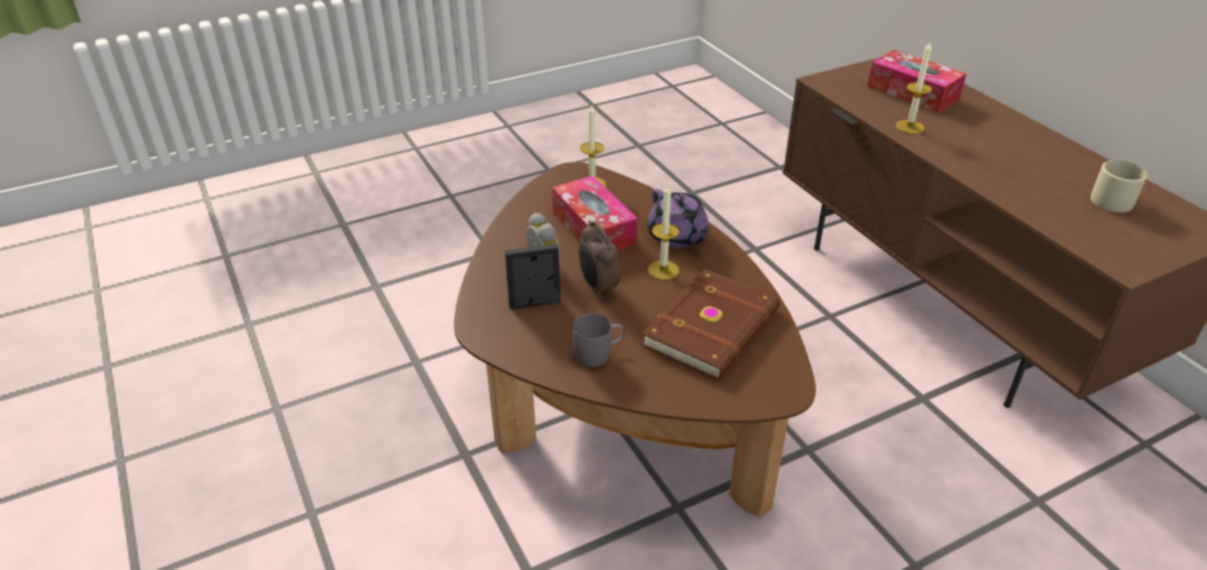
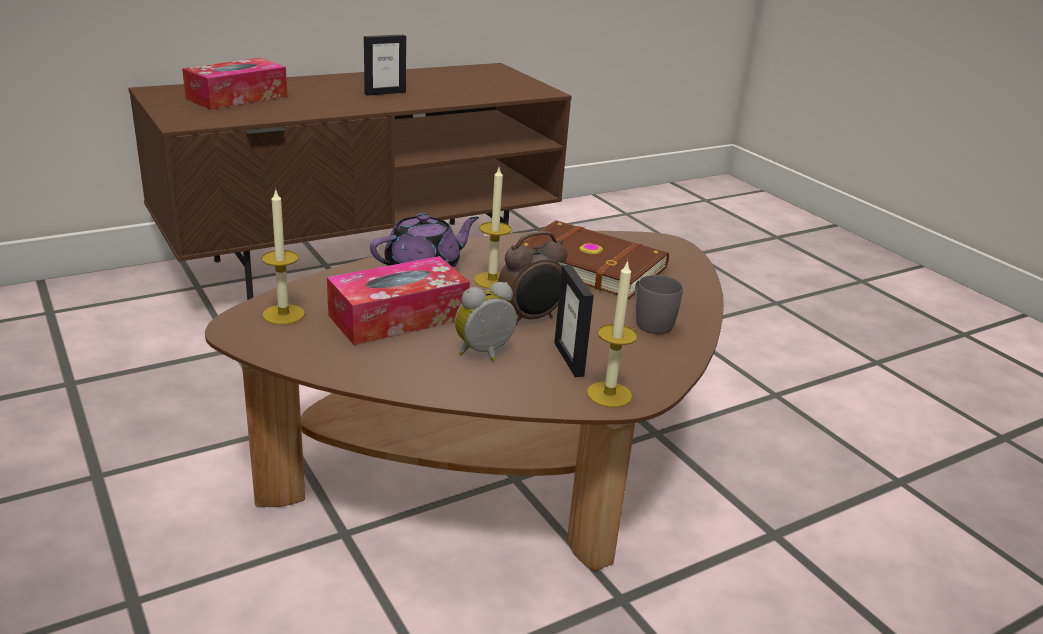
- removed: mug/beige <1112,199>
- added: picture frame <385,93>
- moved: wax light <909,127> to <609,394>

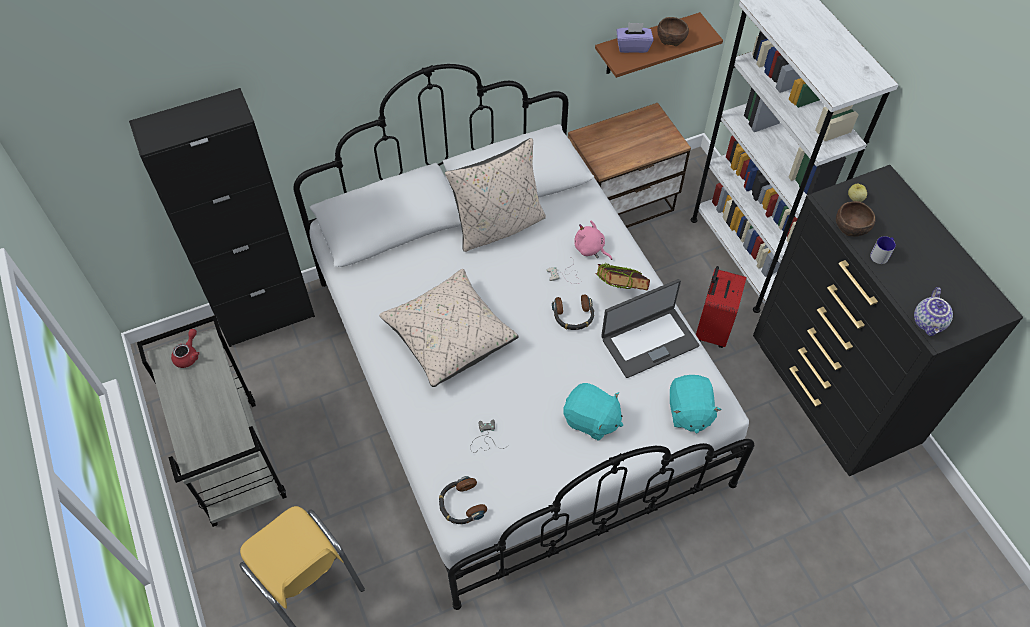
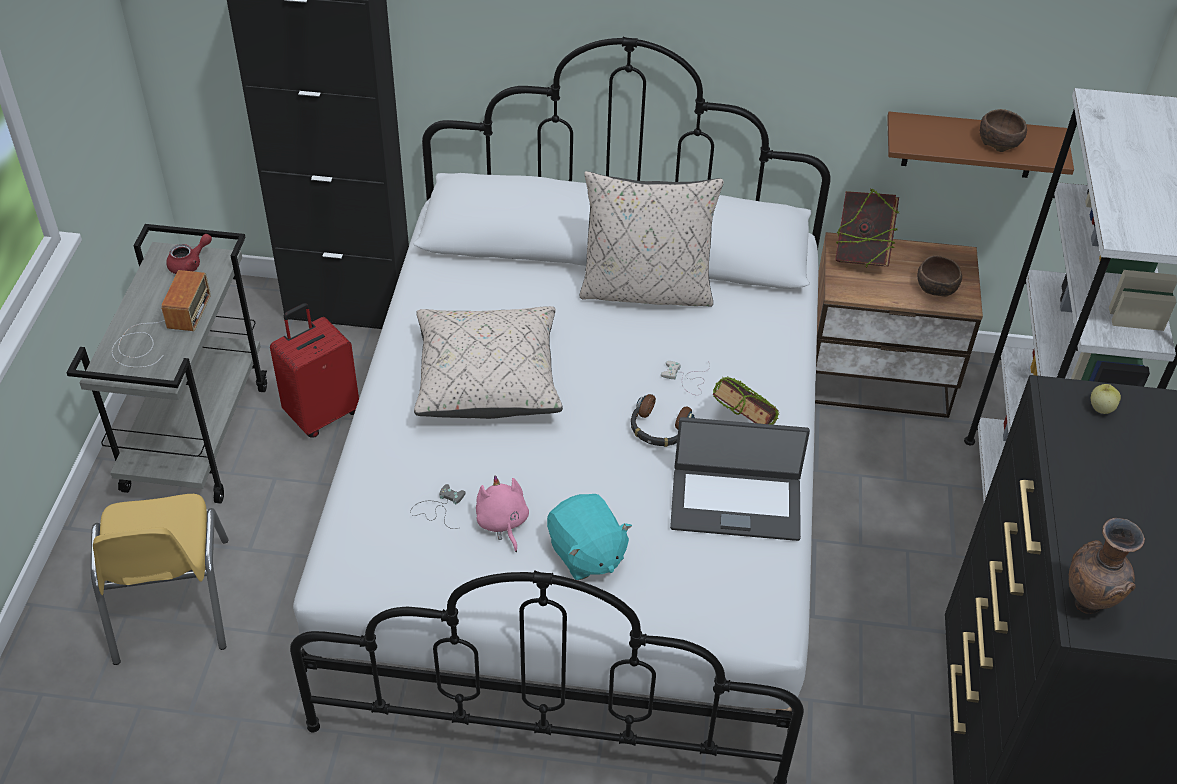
- removed: headphones <461,504>
- removed: tissue box/purple <633,46>
- removed: soft toy/blue-green <689,412>
- removed: mug <881,254>
- added: radio receiver <160,331>
- added: bound book <861,255>
- moved: soft toy/pink-coloured <590,249> to <502,523>
- moved: travel case/red <711,329> to <322,414>
- moved: deep dish/brown <852,227> to <937,287>
- replaced: pot for tea <929,323> to vase/brown <1089,604>

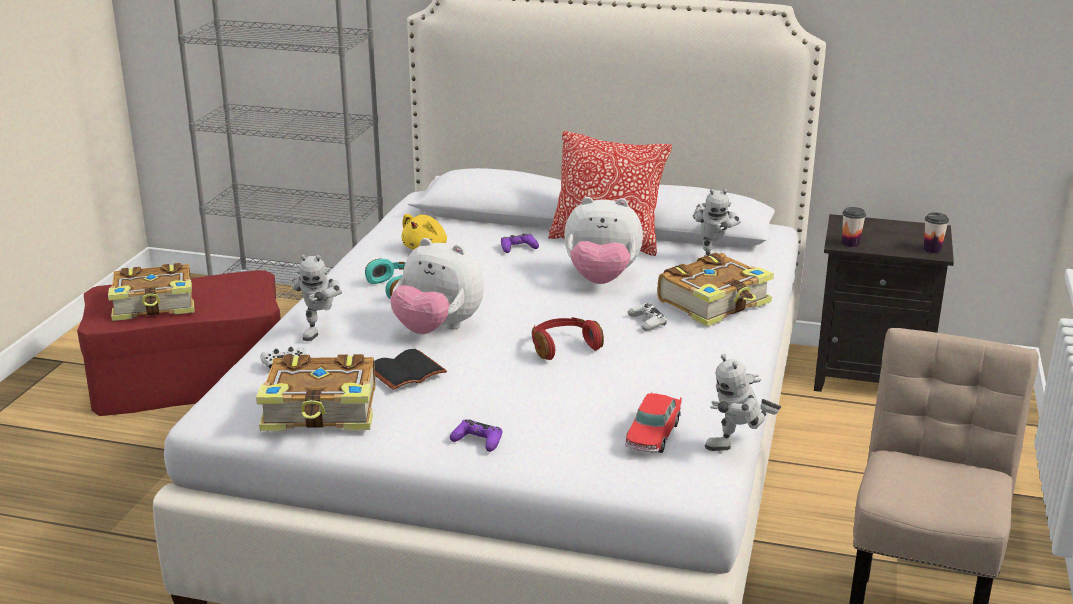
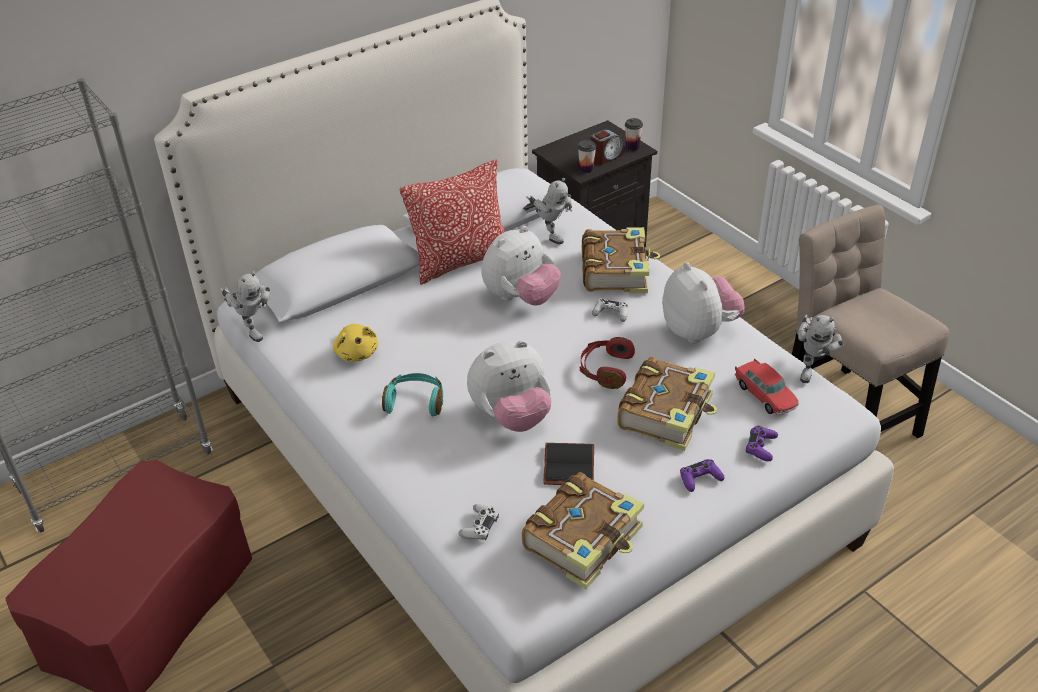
- added: table clock <605,157>
- added: soft toy <699,331>
- moved: bound book <155,305> to <667,413>
- moved: model robot <321,331> to <252,329>
- moved: joypad/purple <518,248> to <761,447>

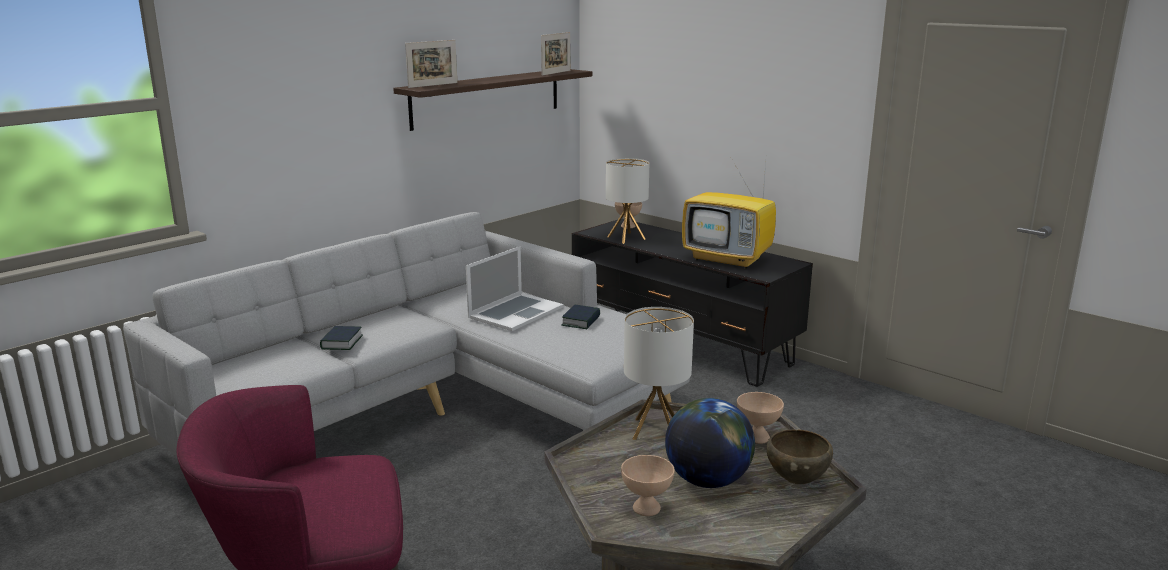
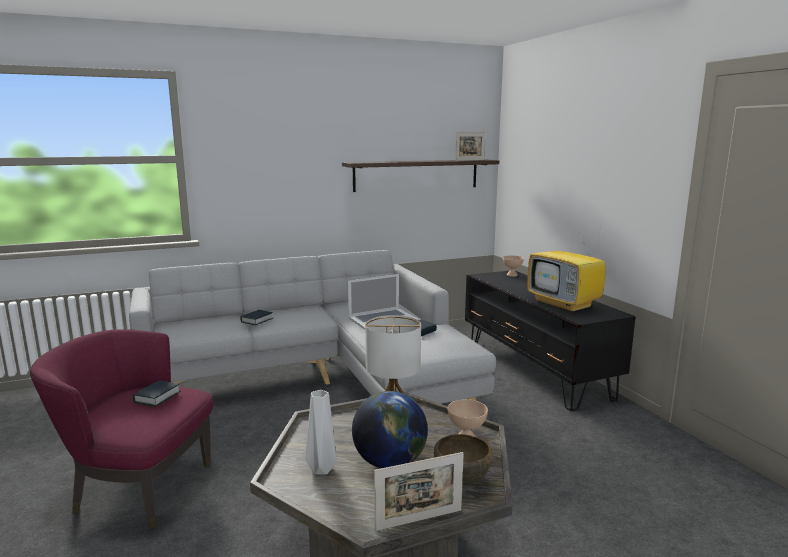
- removed: lamp for a table <626,238>
- added: bound book <157,397>
- moved: picture frame <433,85> to <419,520>
- replaced: deep dish/beige <647,507> to vase/greyish <321,470>

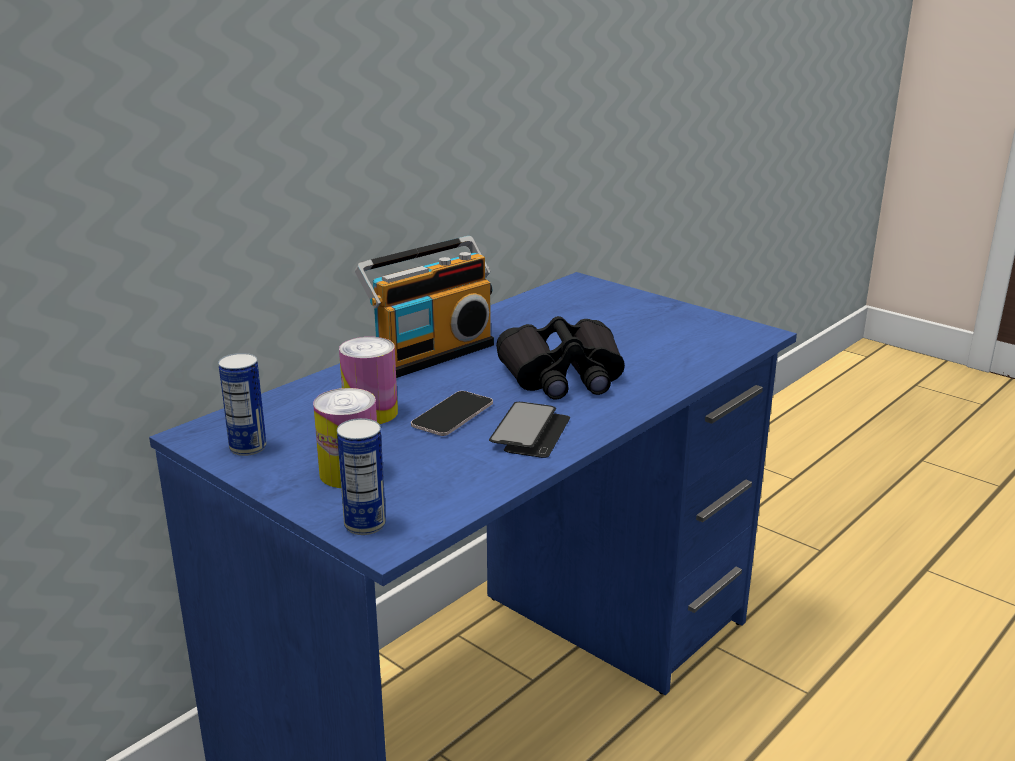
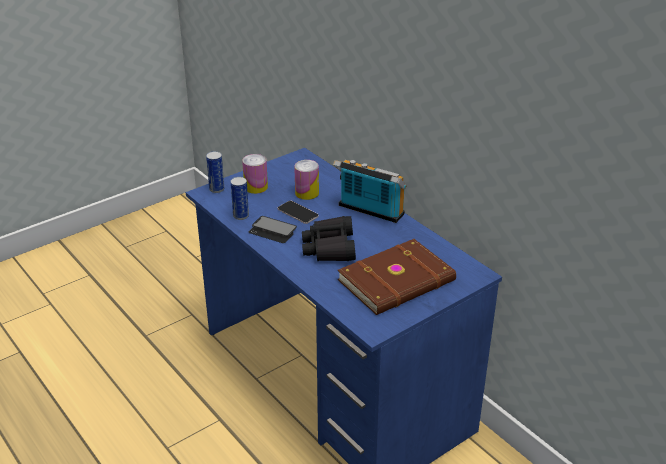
- added: bound book/brown <398,281>
- moved: can <248,447> to <241,216>
- turned: radio receiver <431,354> = <369,211> 150 degrees clockwise

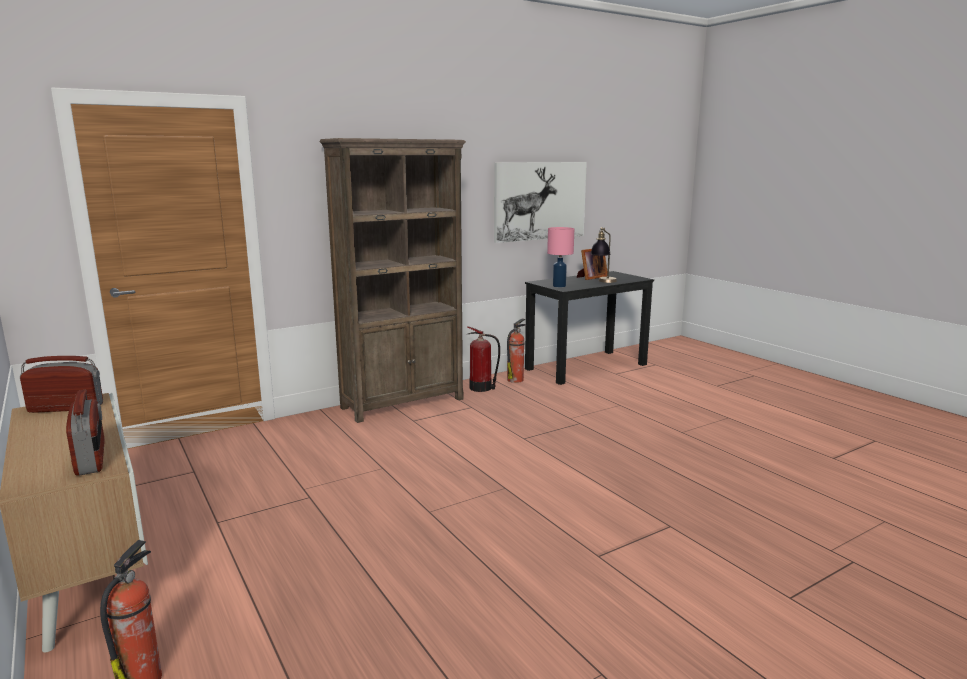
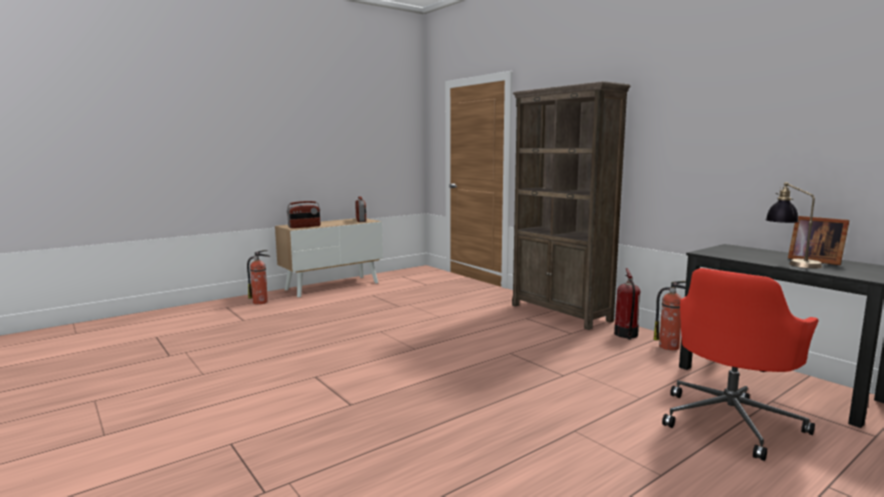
- removed: wall picture <540,201>
- removed: lamp for a table/pink-coloured <558,286>
- added: office chair/red <730,421>

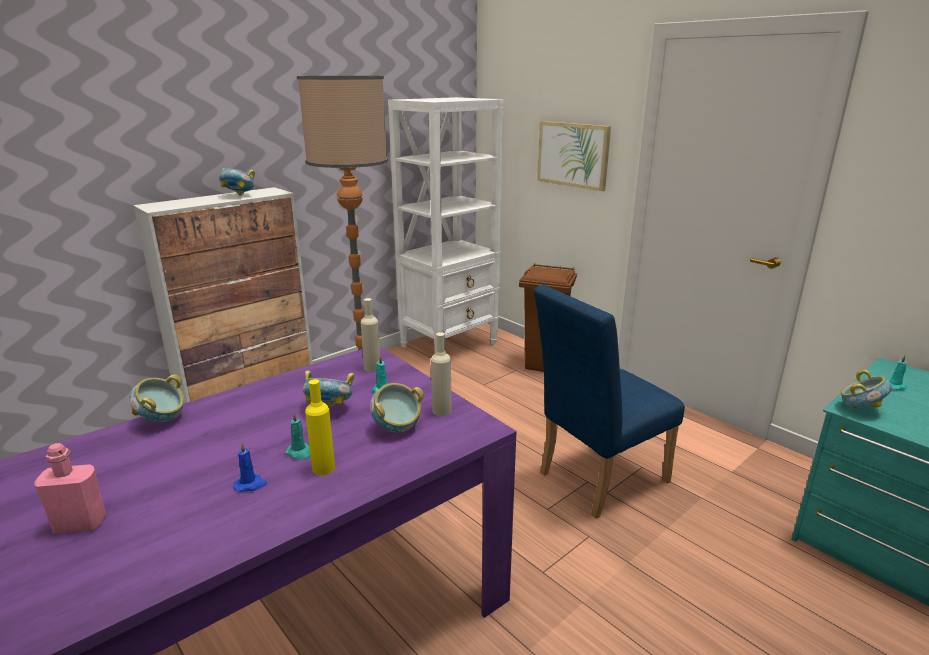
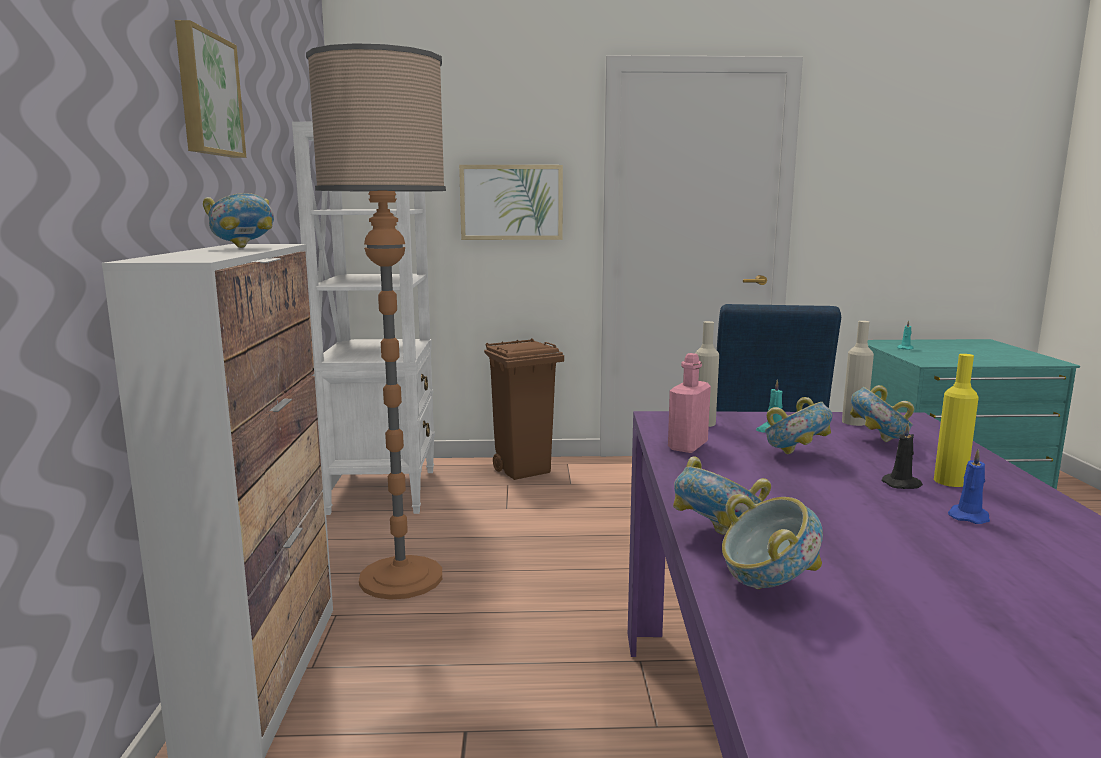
- added: wall picture <206,95>
- moved: drink bottle/pink-coloured <80,524> to <687,446>
- moved: deep dish <859,409> to <766,586>
- recoloured: wax light/blue-green <300,453> to wax light/blackish <902,484>

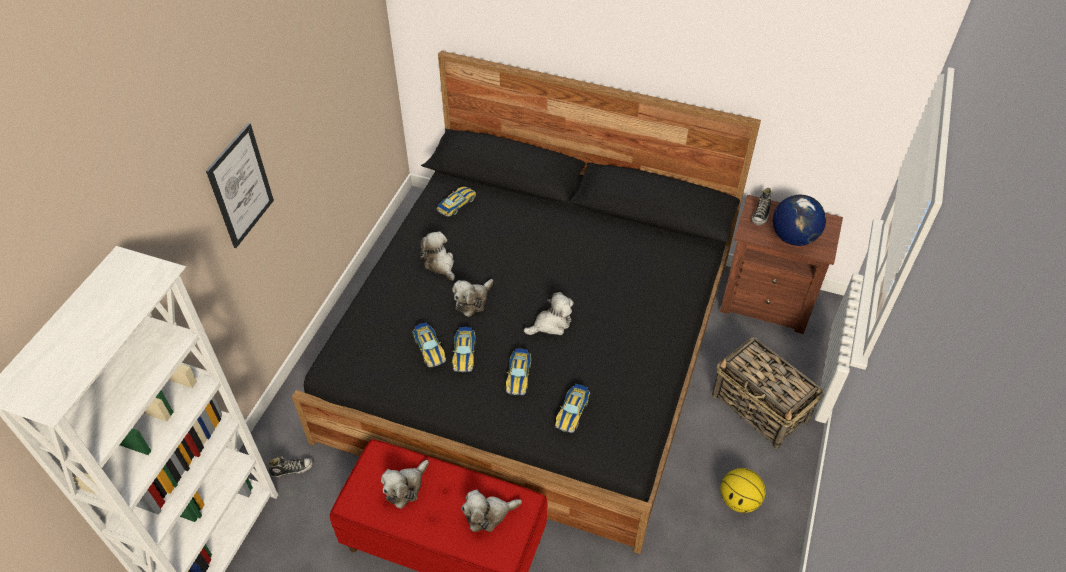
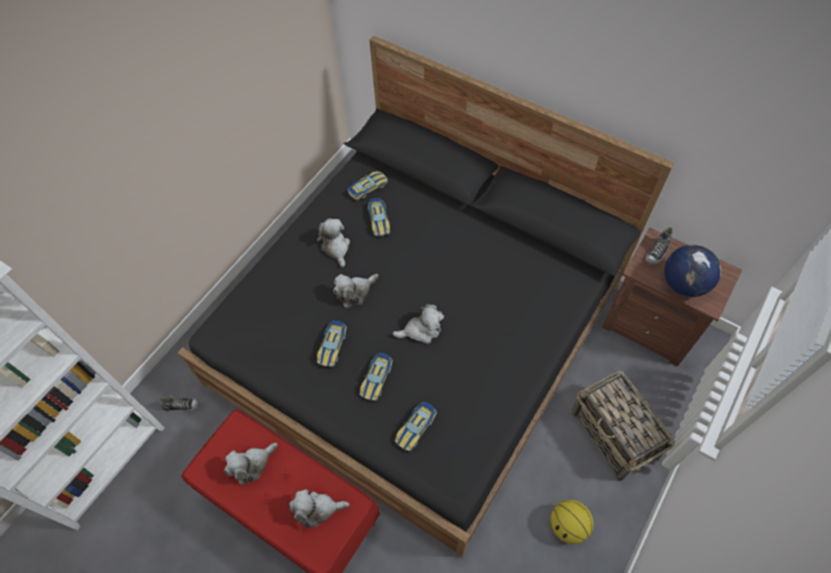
- removed: wall picture <241,186>
- moved: toy car <429,348> to <379,220>

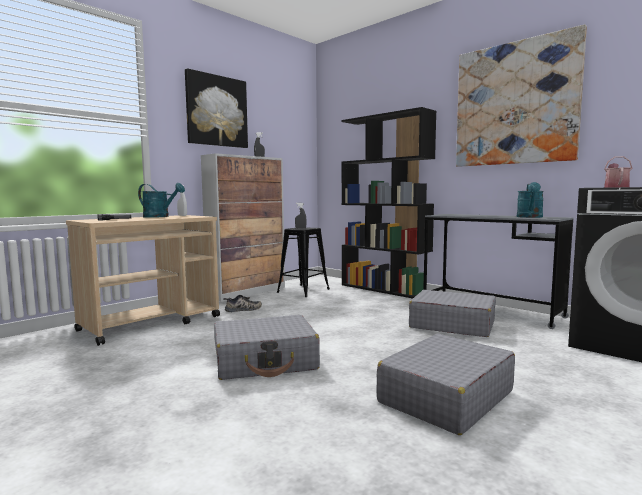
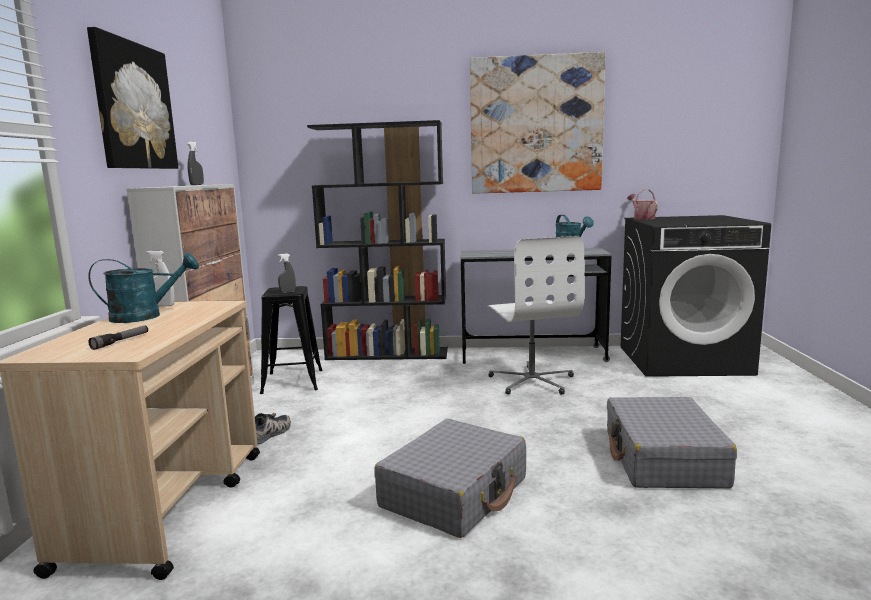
- replaced: travel case/greyish <452,324> to office chair/whitish <532,381>

